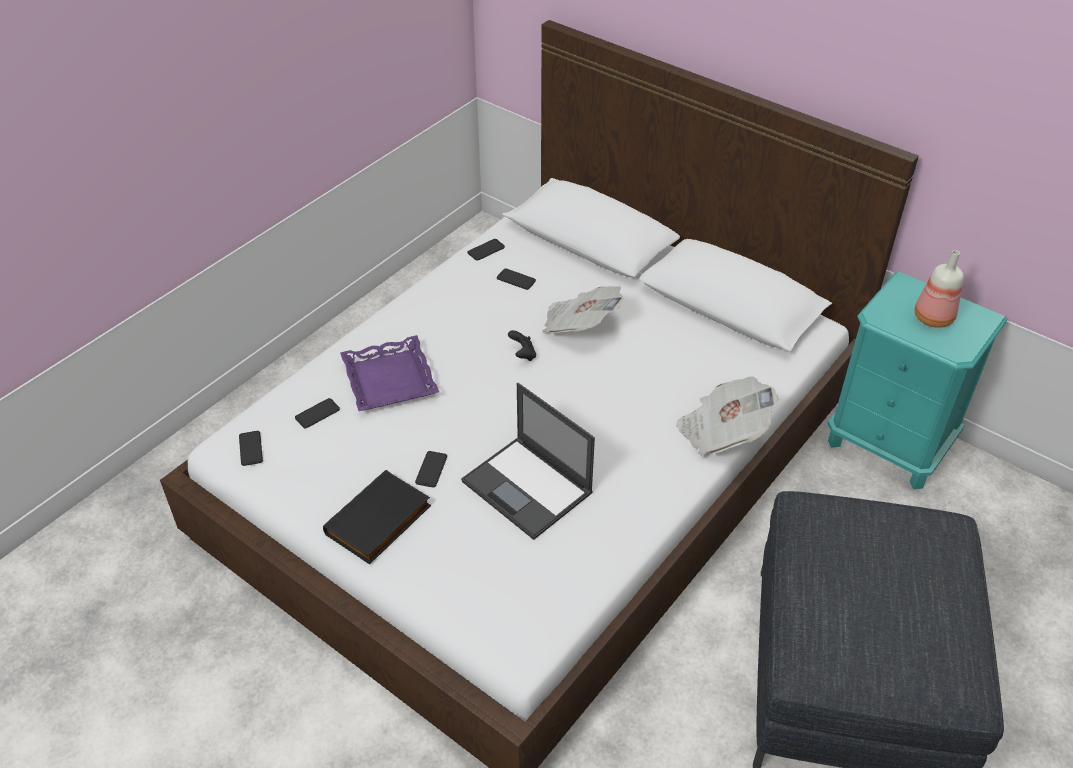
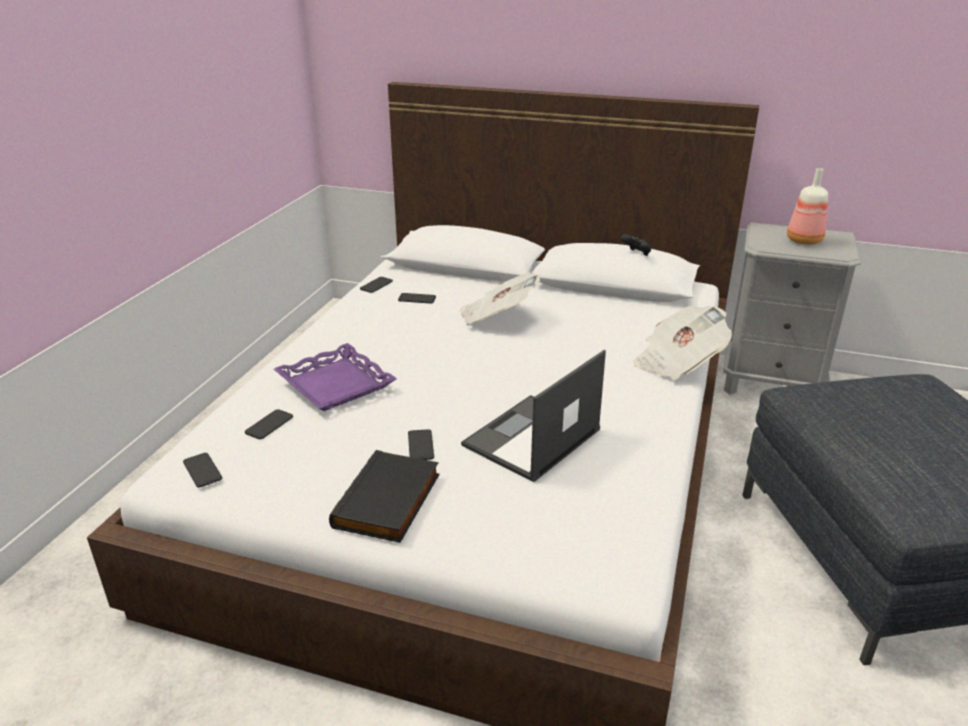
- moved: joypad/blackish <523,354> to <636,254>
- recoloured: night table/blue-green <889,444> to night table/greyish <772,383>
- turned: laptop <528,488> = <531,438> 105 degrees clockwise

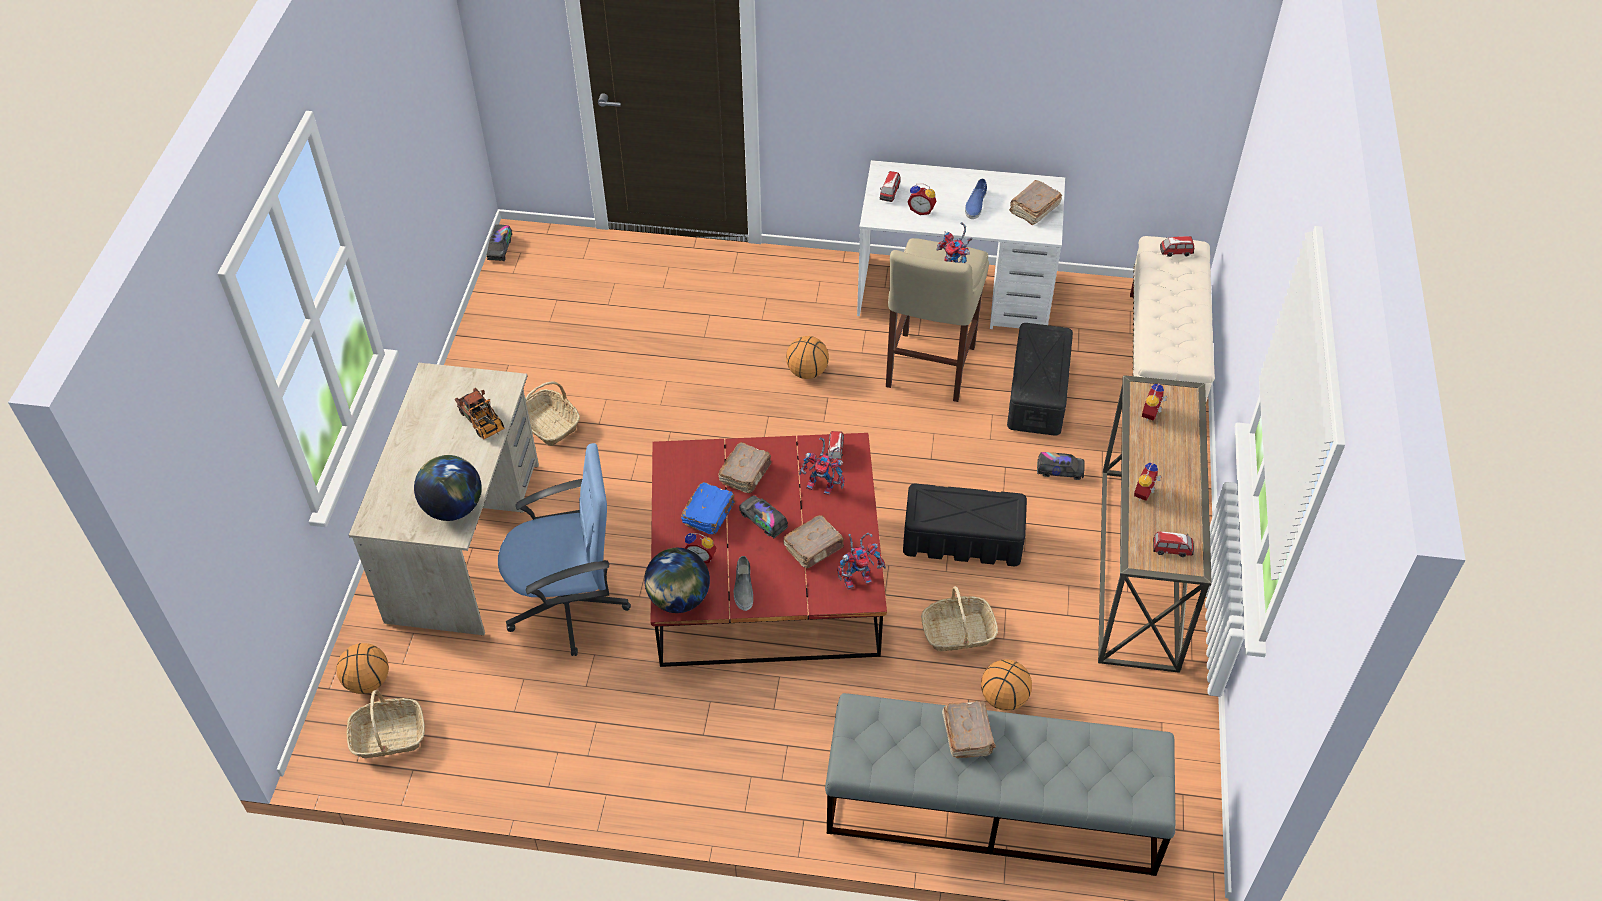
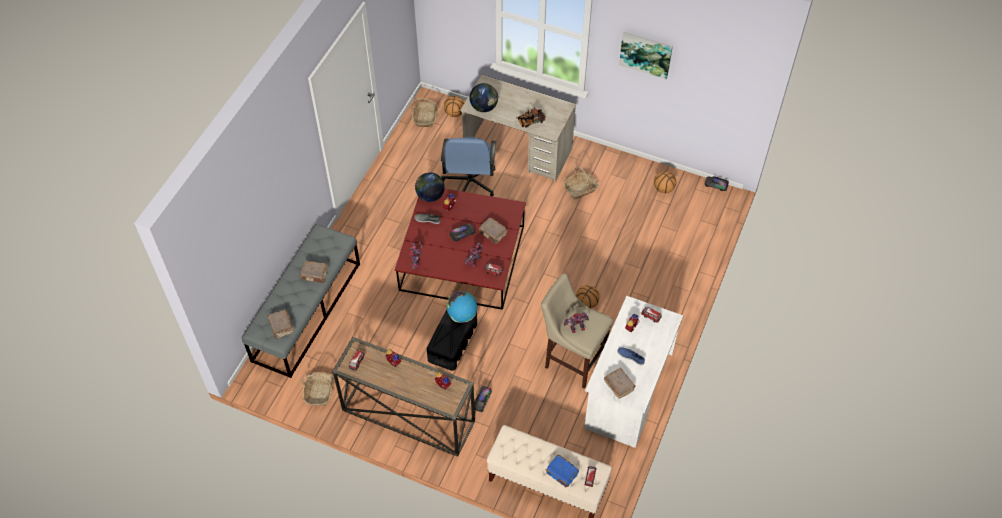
- removed: storage box/blackish <1037,394>
- added: desk globe <462,315>
- added: wall picture <646,54>
- moved: bound book/bluish <709,514> to <562,473>
- moved: bound book/brown <814,547> to <281,327>
- moved: household basket <958,632> to <319,392>
- moved: basketball <1003,698> to <663,188>

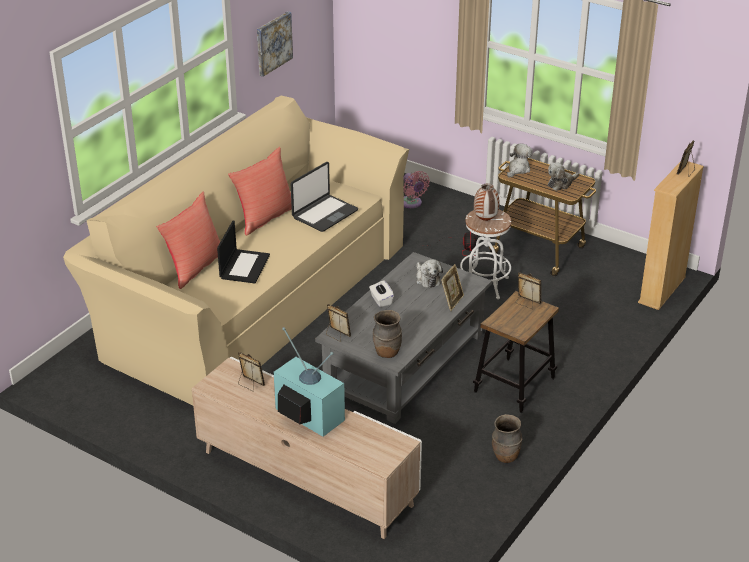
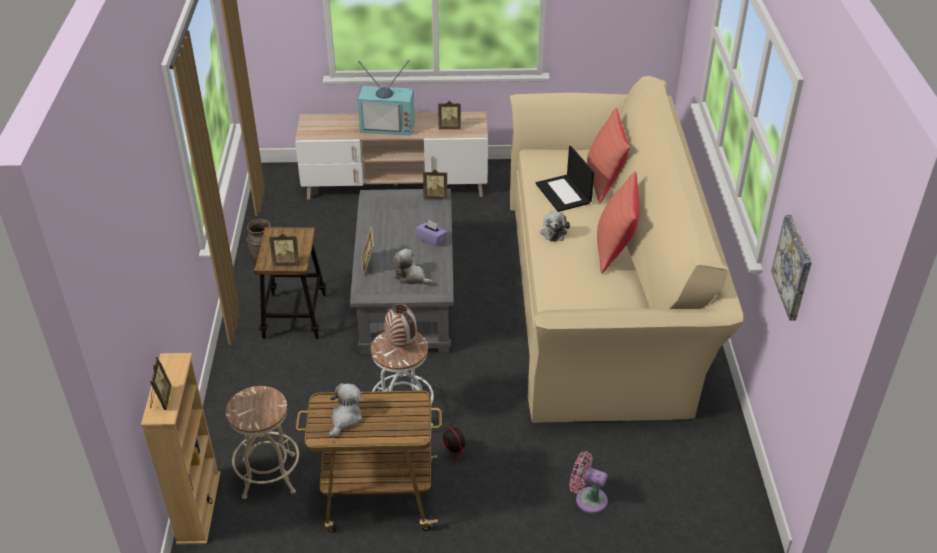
- removed: laptop <324,214>
- removed: vase/brown <386,352>
- added: stool/beige <269,476>
- moved: soft toy <518,169> to <553,231>
- recoloured: tissue box/whitish <381,300> to tissue box/purple <431,239>

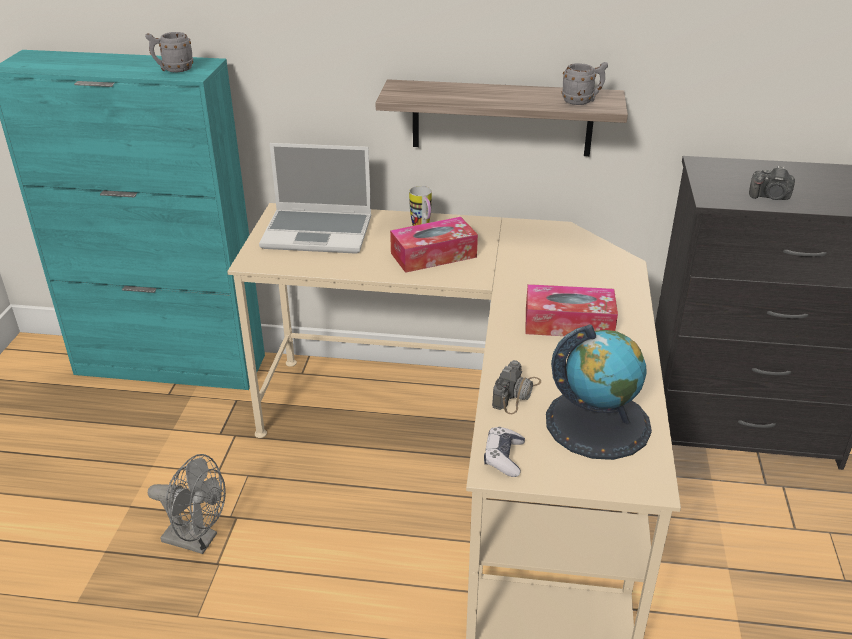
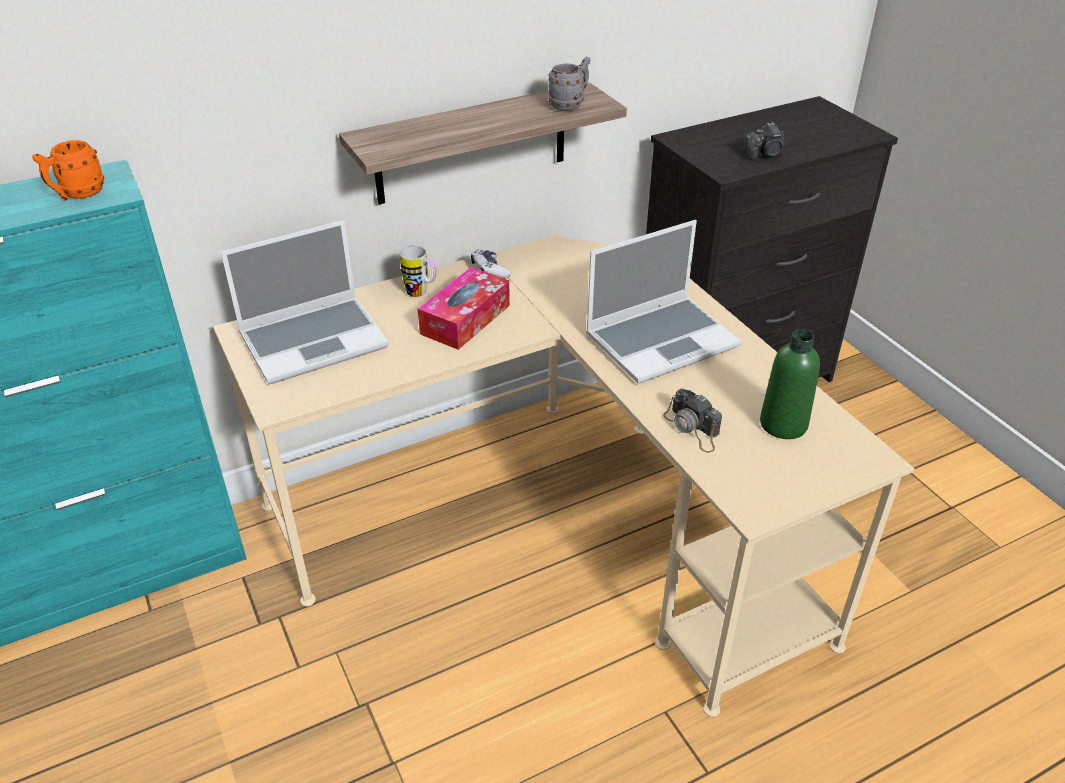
- removed: electric fan/greyish <197,540>
- moved: joypad <503,457> to <490,270>
- replaced: tissue box <568,323> to laptop <662,340>
- replaced: desk globe <598,423> to drink bottle/greenish <783,424>
- recoloured: mug/greyish <173,70> to mug/orange <77,194>
- turned: still camera <516,393> = <693,428> 150 degrees clockwise

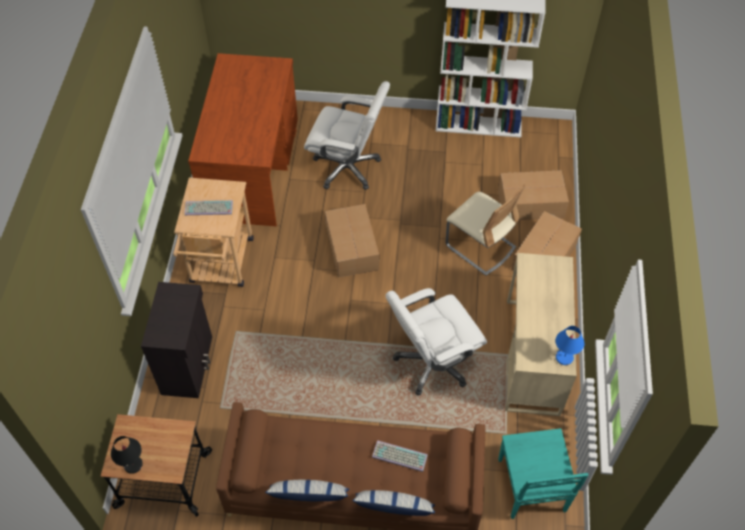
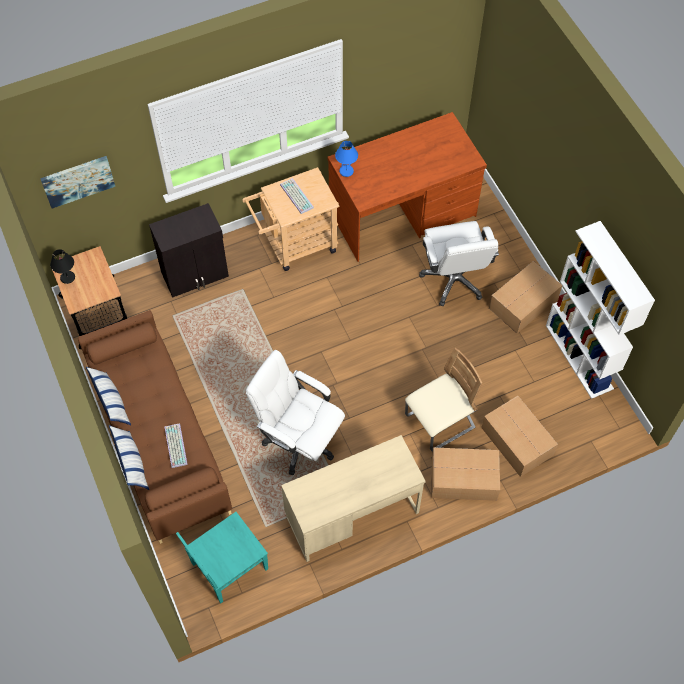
- added: wall picture <78,181>
- moved: carton <352,247> to <524,303>
- moved: lamp for a table/bluish <564,357> to <346,171>
- turned: upright chair/beige <480,247> = <439,422> 135 degrees counterclockwise

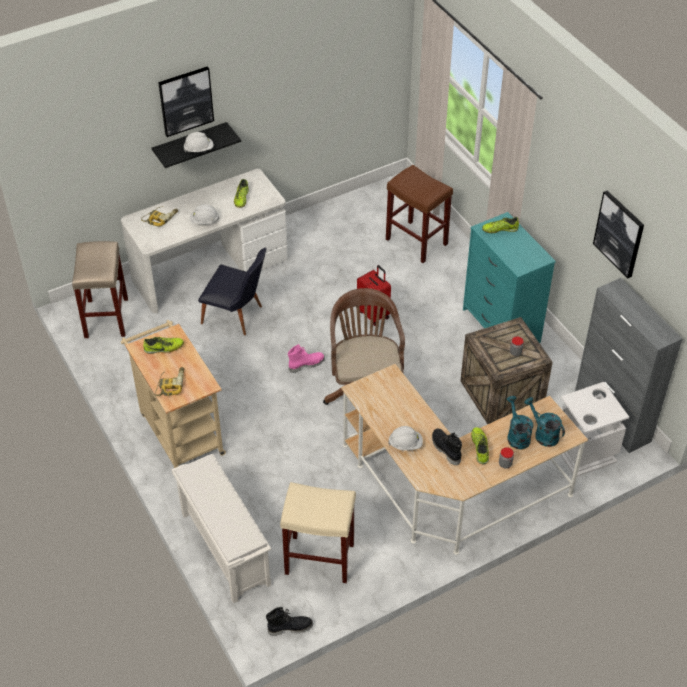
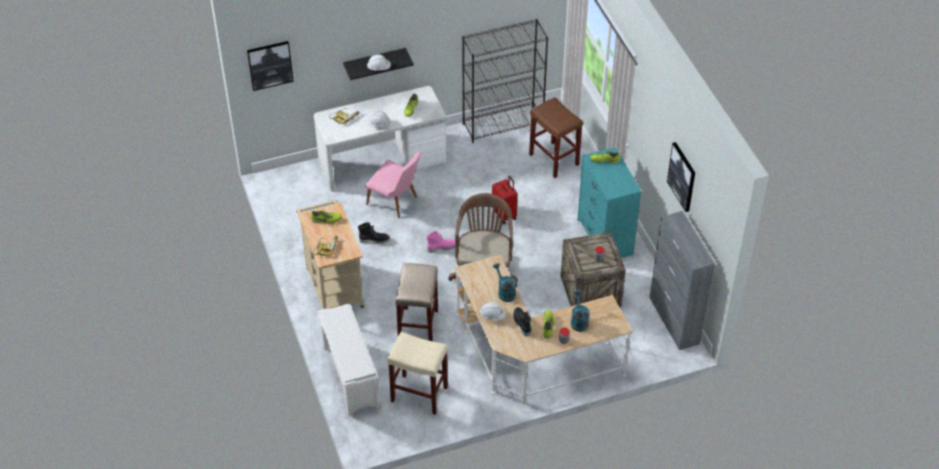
- removed: rubbish bin/whitish <583,452>
- added: bookcase/blackish <503,124>
- moved: stool/beige <107,318> to <418,327>
- moved: wall picture <186,101> to <270,65>
- moved: boot/blackish <290,627> to <374,240>
- moved: watering can/blue-green <543,434> to <505,292>
- recoloured: upright chair/blackish <237,316> to upright chair/pink-coloured <396,202>

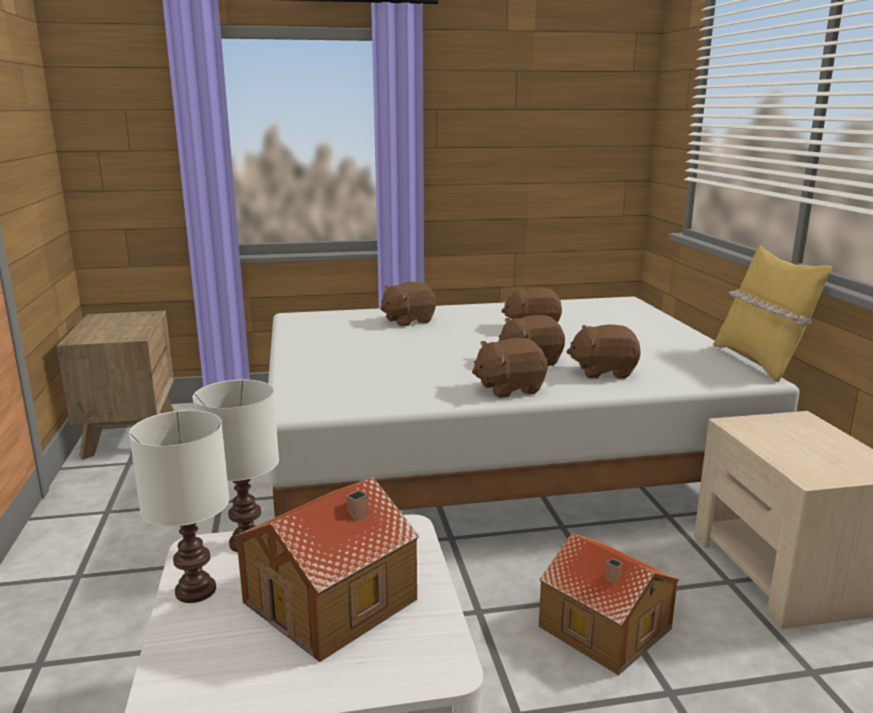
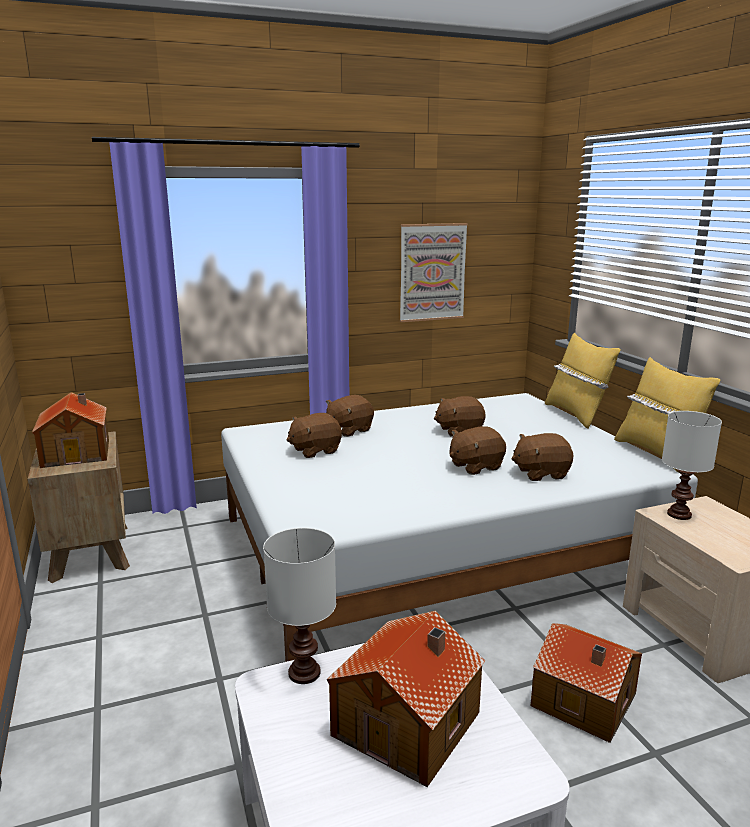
- added: model house <77,452>
- added: wall picture <432,272>
- added: throw pillow/yellow-coloured <576,414>
- moved: lamp for a table/whitish <194,590> to <678,514>
- moved: soft toy/brown <509,389> to <315,450>

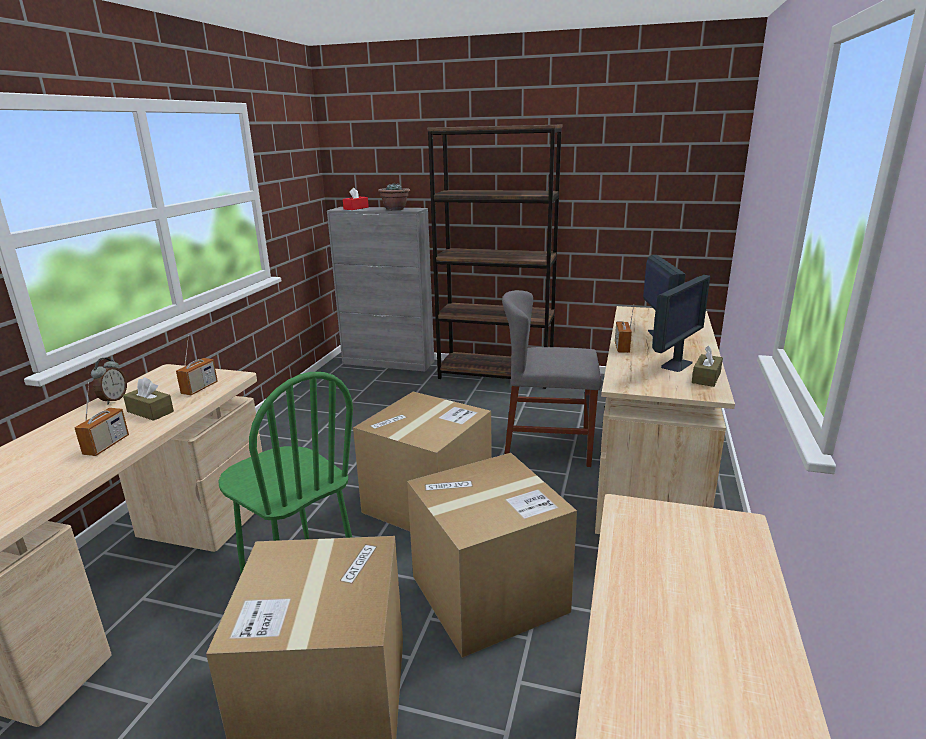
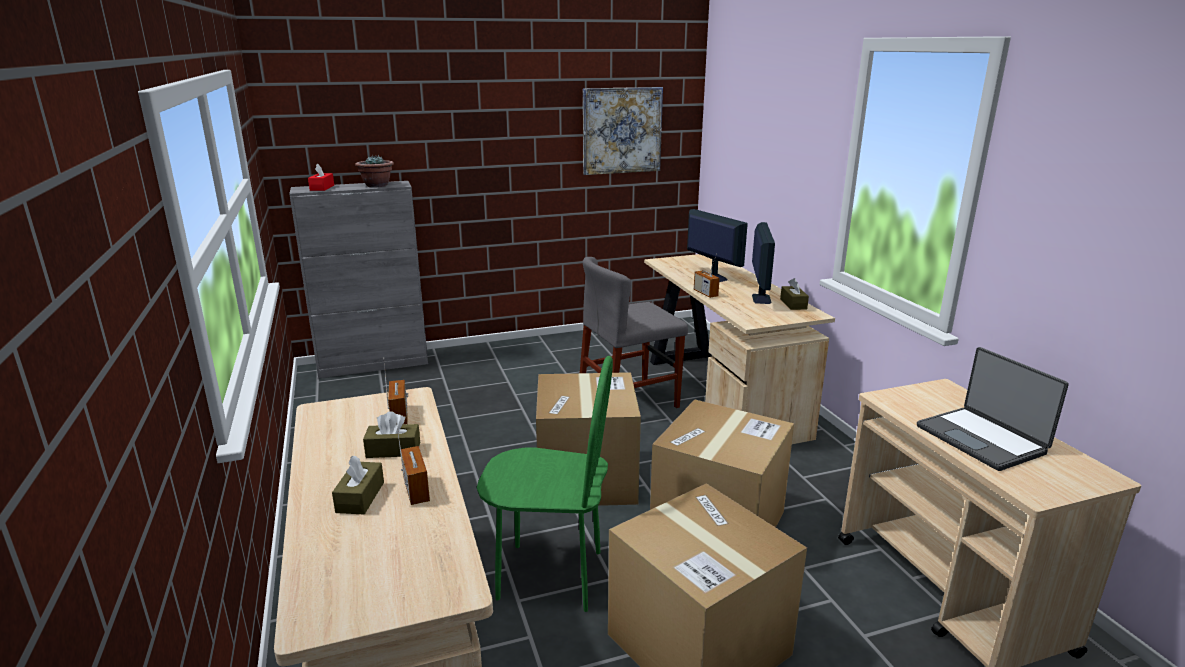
- removed: table clock <113,399>
- removed: bookcase/brown <496,375>
- added: tissue box/brown <360,497>
- added: wall picture <621,130>
- added: laptop <982,439>

